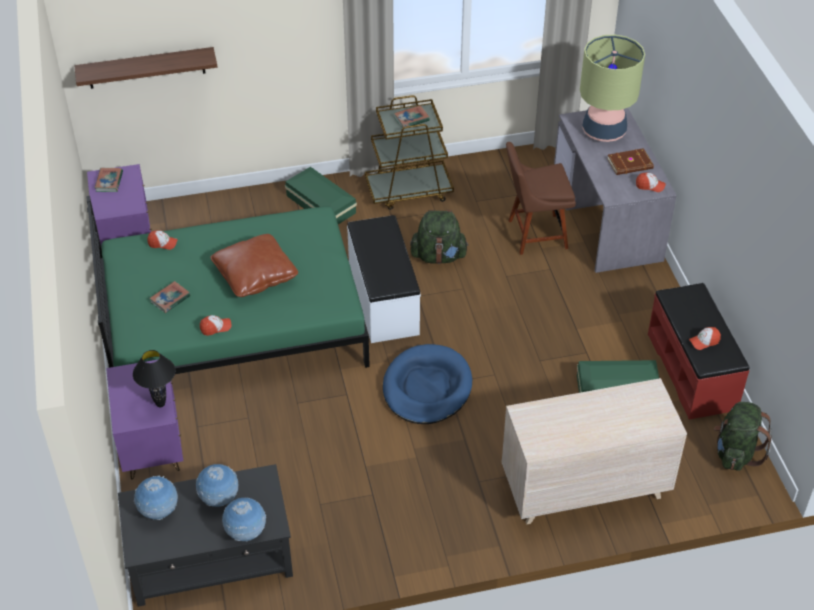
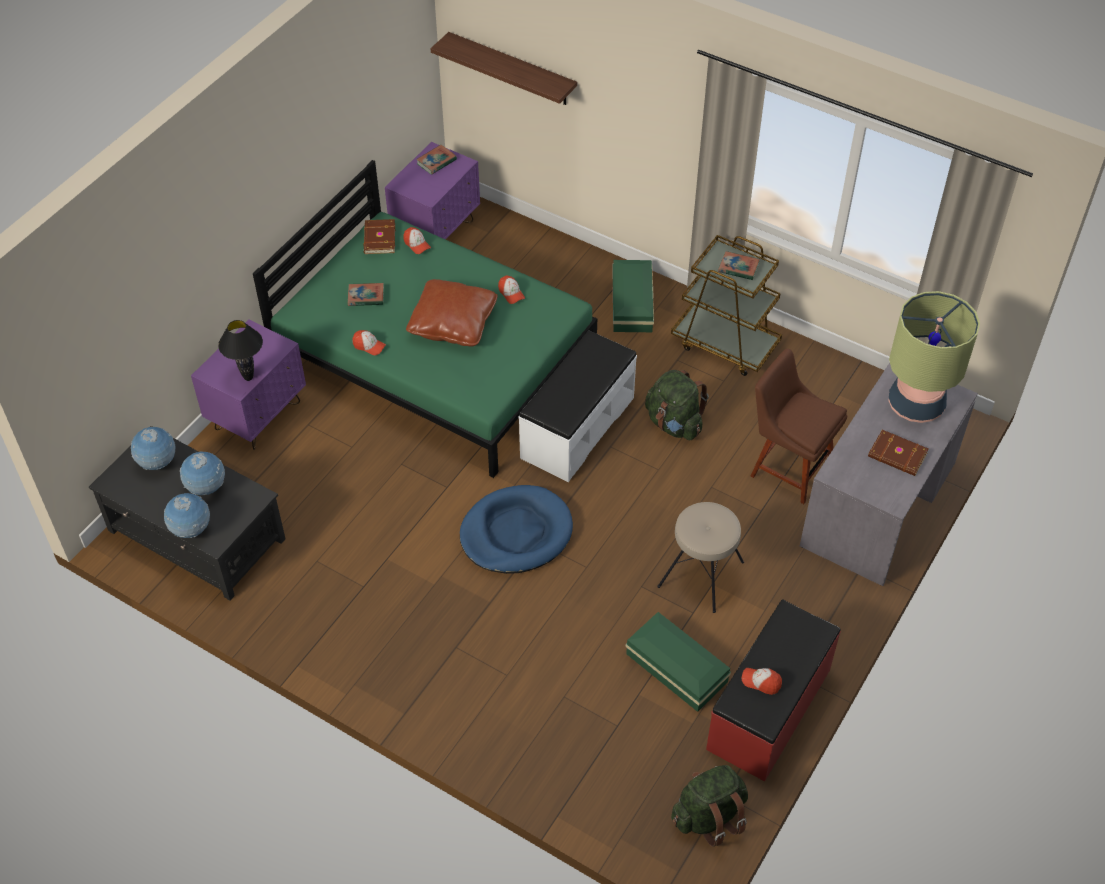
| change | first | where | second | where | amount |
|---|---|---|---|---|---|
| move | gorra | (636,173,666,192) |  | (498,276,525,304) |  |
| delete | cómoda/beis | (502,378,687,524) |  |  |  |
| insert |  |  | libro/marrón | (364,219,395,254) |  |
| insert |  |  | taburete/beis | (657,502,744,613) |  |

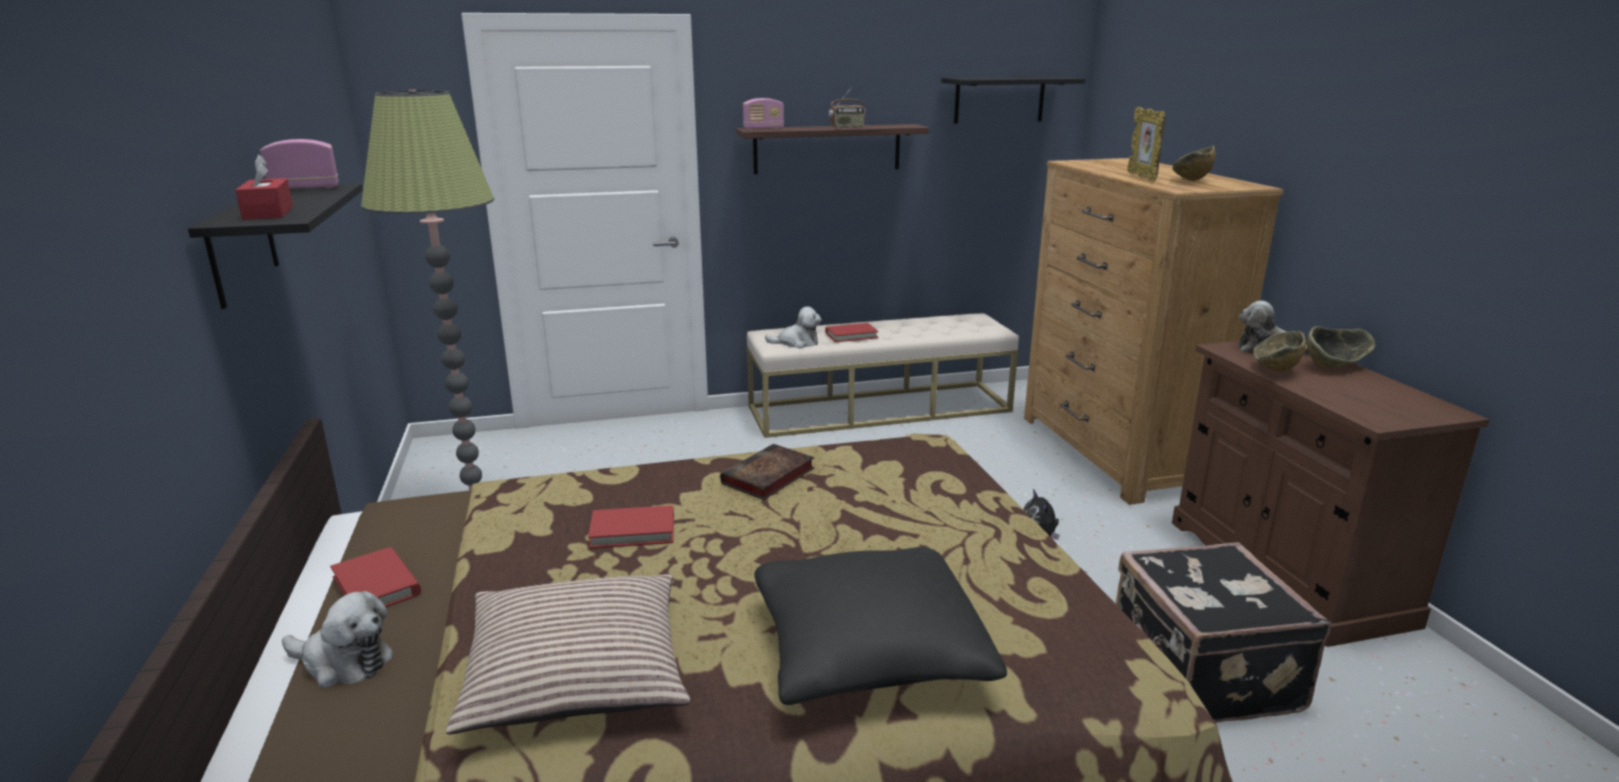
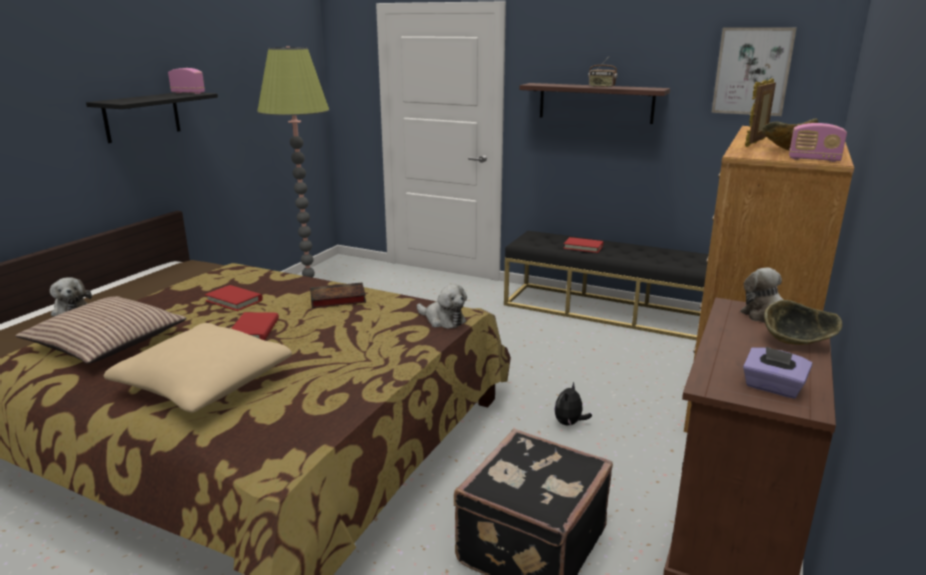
| change | first | where | second | where | amount |
|---|---|---|---|---|---|
| replace | estante/negro | (941,76,1085,123) | cuadro | (711,27,797,116) |  |
| move | radio | (743,98,784,130) |  | (789,123,847,162) |  |
| delete | caja de pañuelos/rojo | (235,155,293,220) |  |  |  |
| move | peluche | (765,306,822,349) |  | (417,284,467,329) |  |
| recolor | banco/beis | (747,313,1019,438) | banco/negro | (504,231,709,340) |  |
| delete | cuenco | (1253,331,1306,372) |  |  |  |
| move | libro/rojo | (330,547,421,607) |  | (231,312,279,340) |  |
| recolor | cojín/negro | (754,547,1007,705) | cojín/beis | (104,323,292,413) |  |
| insert |  |  | caja de pañuelos/morado | (743,347,812,399) |  |

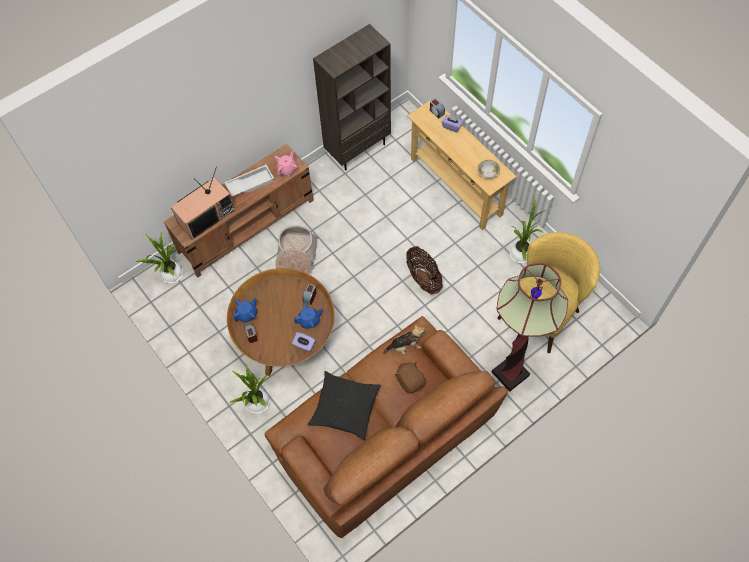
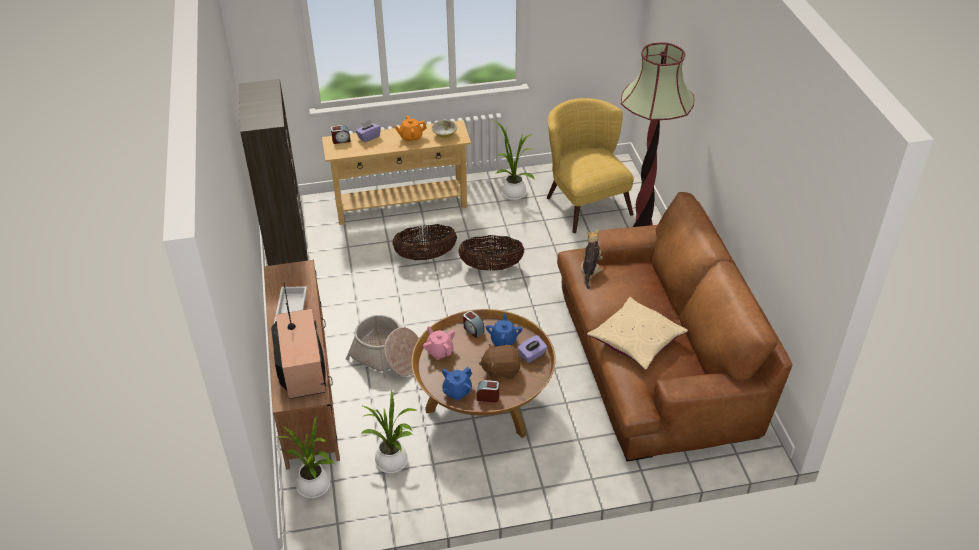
| change | first | where | second | where | amount |
|---|---|---|---|---|---|
| move | tetera/rosa | (274,151,297,176) |  | (423,326,455,360) |  |
| rotate | tetera/azul | (233,297,257,322) |  | (442,367,472,401) | 120 degrees counterclockwise |
| move | peluche/marrón | (395,362,425,394) |  | (479,344,521,380) |  |
| move | planta en maceta | (229,364,270,413) |  | (361,390,418,473) |  |
| recolor | cojín/negro | (308,371,381,440) | cojín/beis | (587,297,688,370) |  |
| insert |  |  | tetera/naranja | (394,116,427,142) |  |
| insert |  |  | cesta | (392,224,457,260) |  |

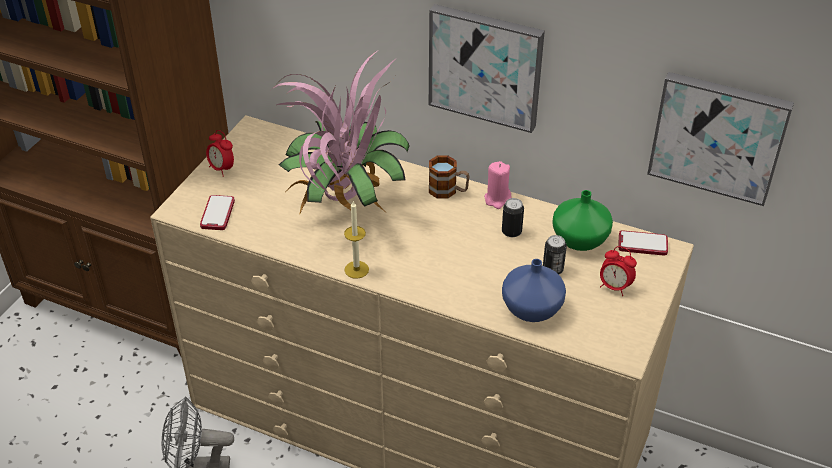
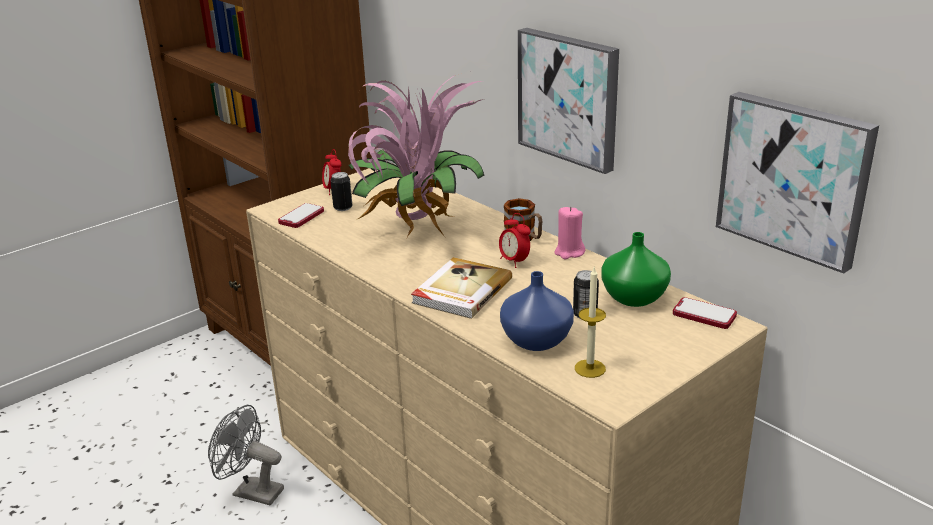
| change | first | where | second | where | amount |
|---|---|---|---|---|---|
| move | lata | (502,198,524,237) |  | (330,172,352,211) |  |
| move | vela | (344,201,369,279) |  | (575,267,606,378) |  |
| move | despertador | (600,246,637,296) |  | (499,213,531,268) |  |
| insert |  |  | libro | (411,257,512,319) |  |

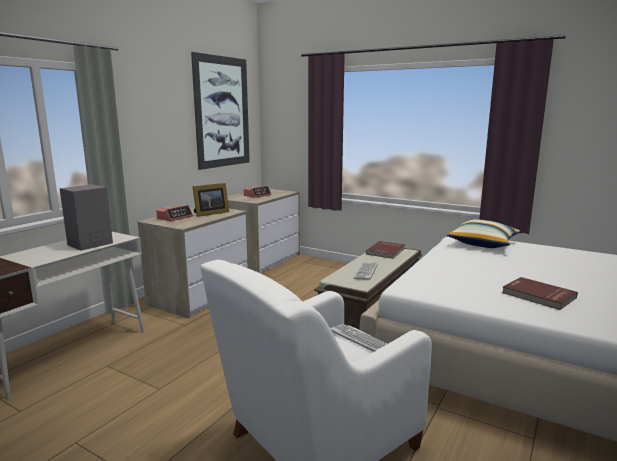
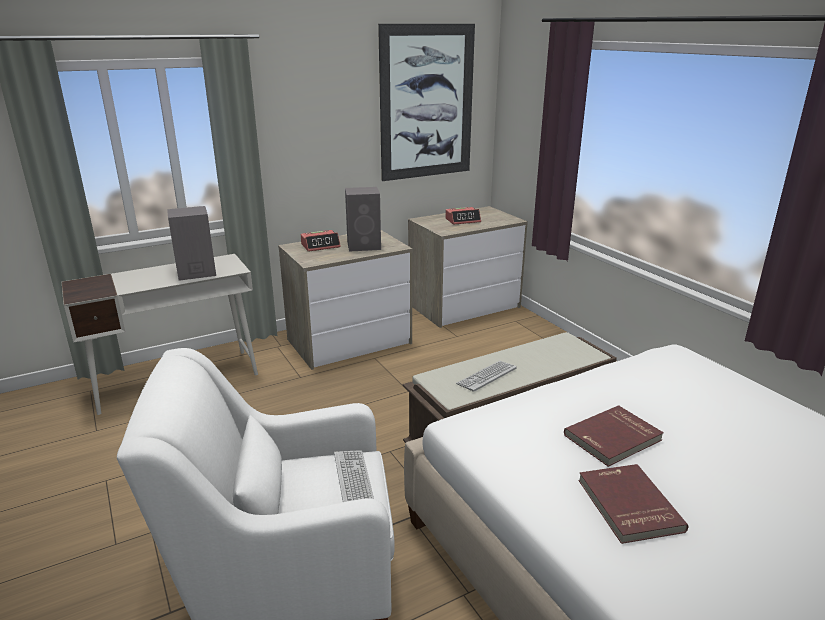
| change | first | where | second | where | amount |
|---|---|---|---|---|---|
| replace | portarretratos | (192,183,229,217) | altavoz/gris | (345,187,381,252) |  |
| delete | cojín | (447,219,520,248) |  |  |  |
| move | libro/rojo | (366,241,405,259) |  | (564,405,664,467) |  |

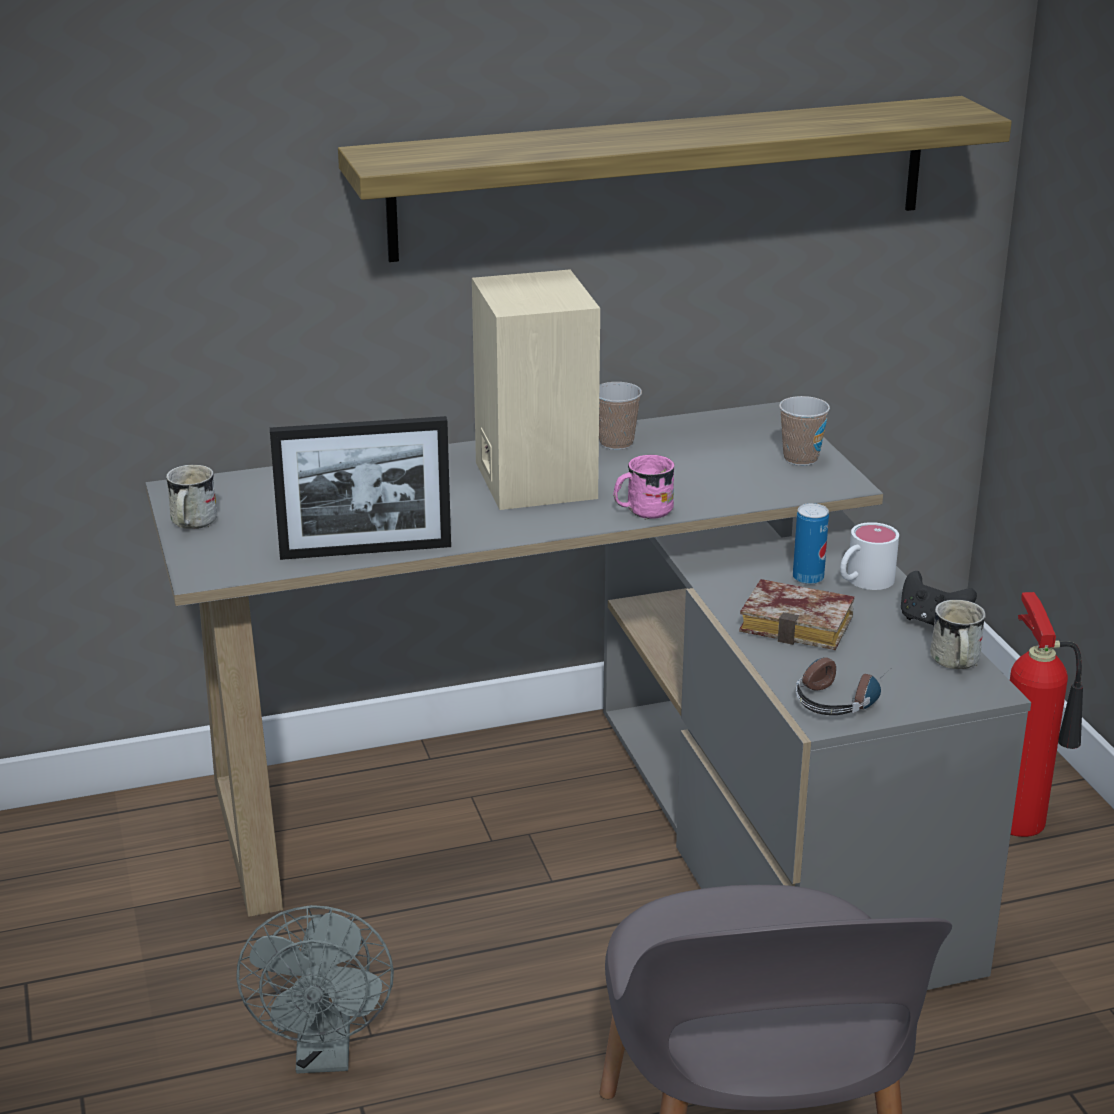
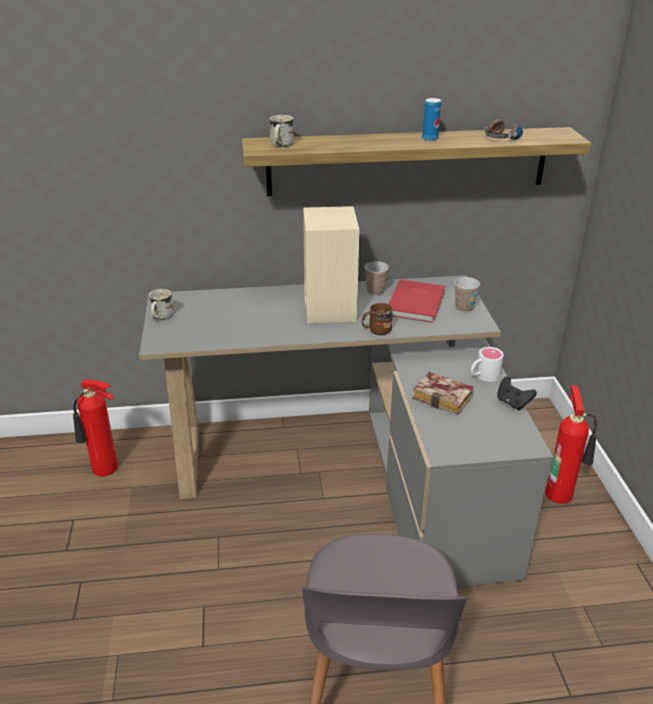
| change | first | where | second | where | amount |
|---|---|---|---|---|---|
| delete | portarretratos | (270,416,451,560) |  |  |  |
| recolor | taza grande/rosa | (613,455,675,520) | taza grande/marrón | (361,303,393,335) |  |
| move | lata | (793,503,829,585) |  | (422,98,441,141) |  |
| move | taza grande/blanco | (930,600,986,669) |  | (270,115,294,147) |  |
| move | auriculares | (795,657,889,715) |  | (484,119,523,140) |  |
| delete | ventilador/gris | (236,905,394,1073) |  |  |  |
| insert |  |  | libro/rojo | (388,280,445,323) |  |
| insert |  |  | extintor | (73,379,118,476) |  |

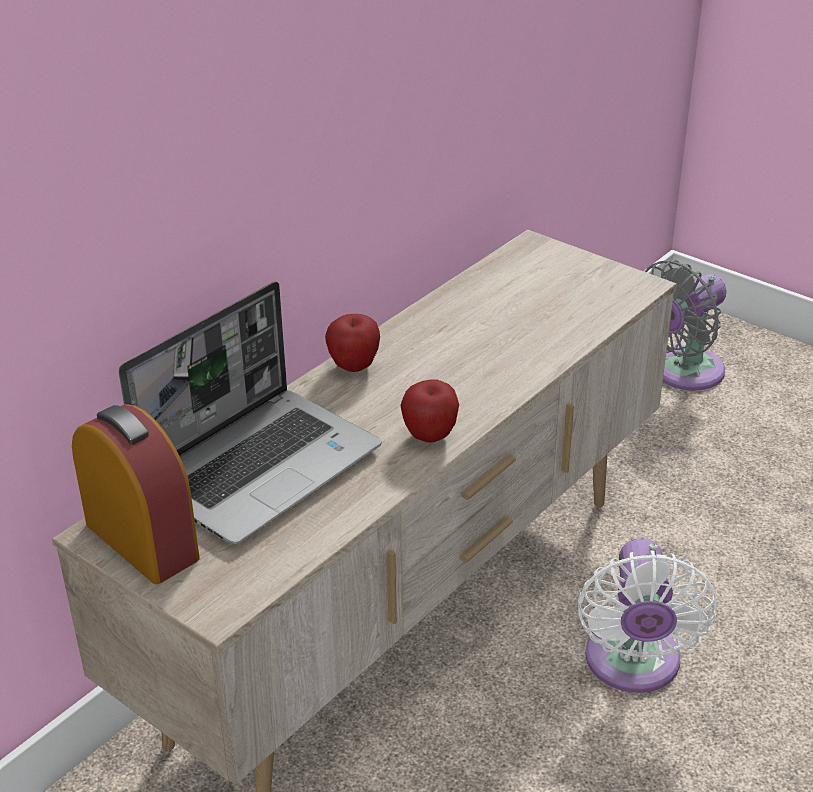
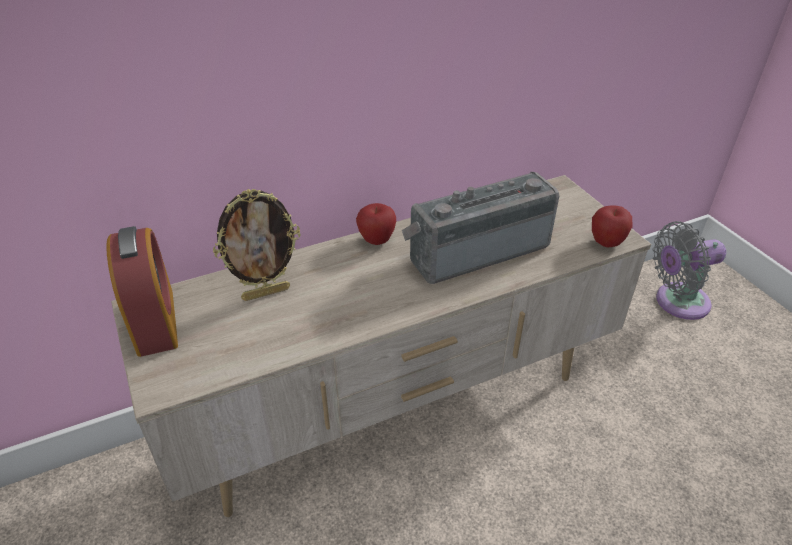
| change | first | where | second | where | amount |
|---|---|---|---|---|---|
| replace | portátil | (118,281,381,544) | portarretratos | (213,189,301,301) |  |
| move | manzana | (401,379,459,443) |  | (592,205,632,247) |  |
| delete | ventilador/blanco | (578,538,717,693) |  |  |  |
| insert |  |  | radio | (402,172,559,284) |  |

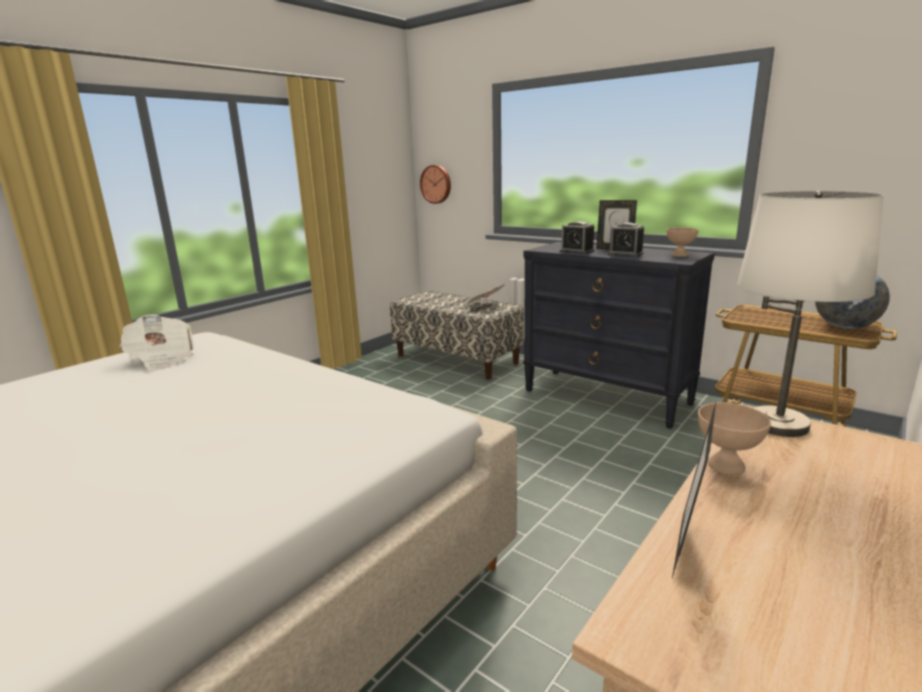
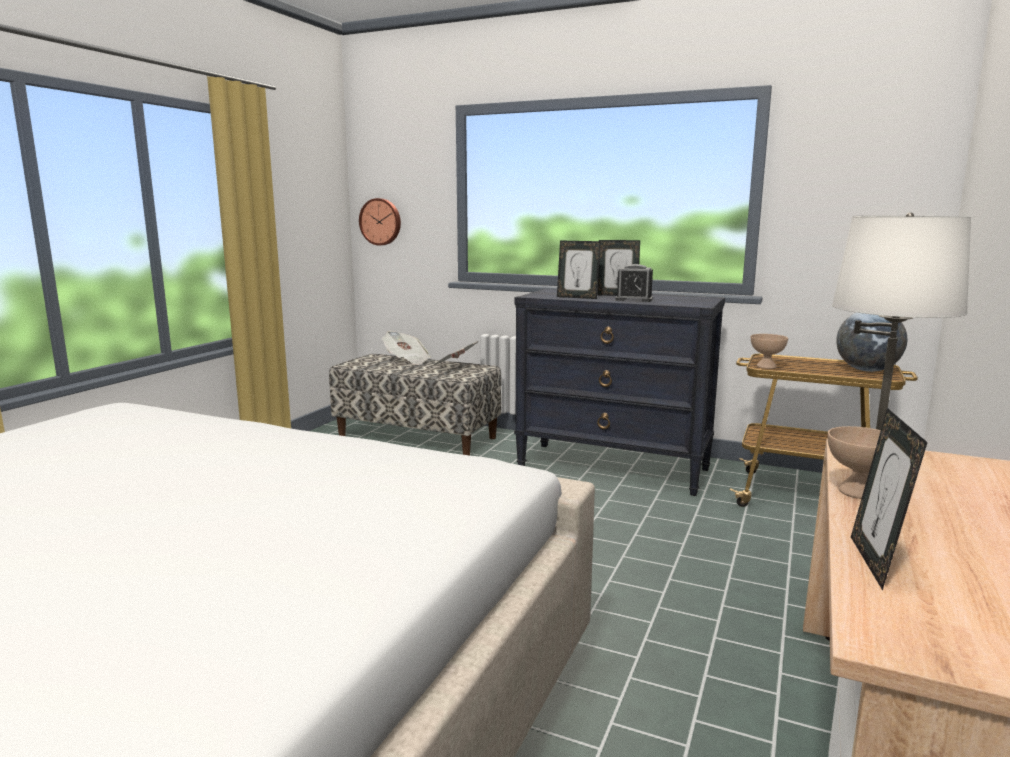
| change | first | where | second | where | amount |
|---|---|---|---|---|---|
| replace | despertador | (560,221,594,254) | portarretratos | (557,241,601,299) |  |
| move | cuenco/beis | (667,228,699,257) |  | (751,334,788,369) |  |
| move | periódico | (119,315,194,371) |  | (382,331,431,365) |  |

